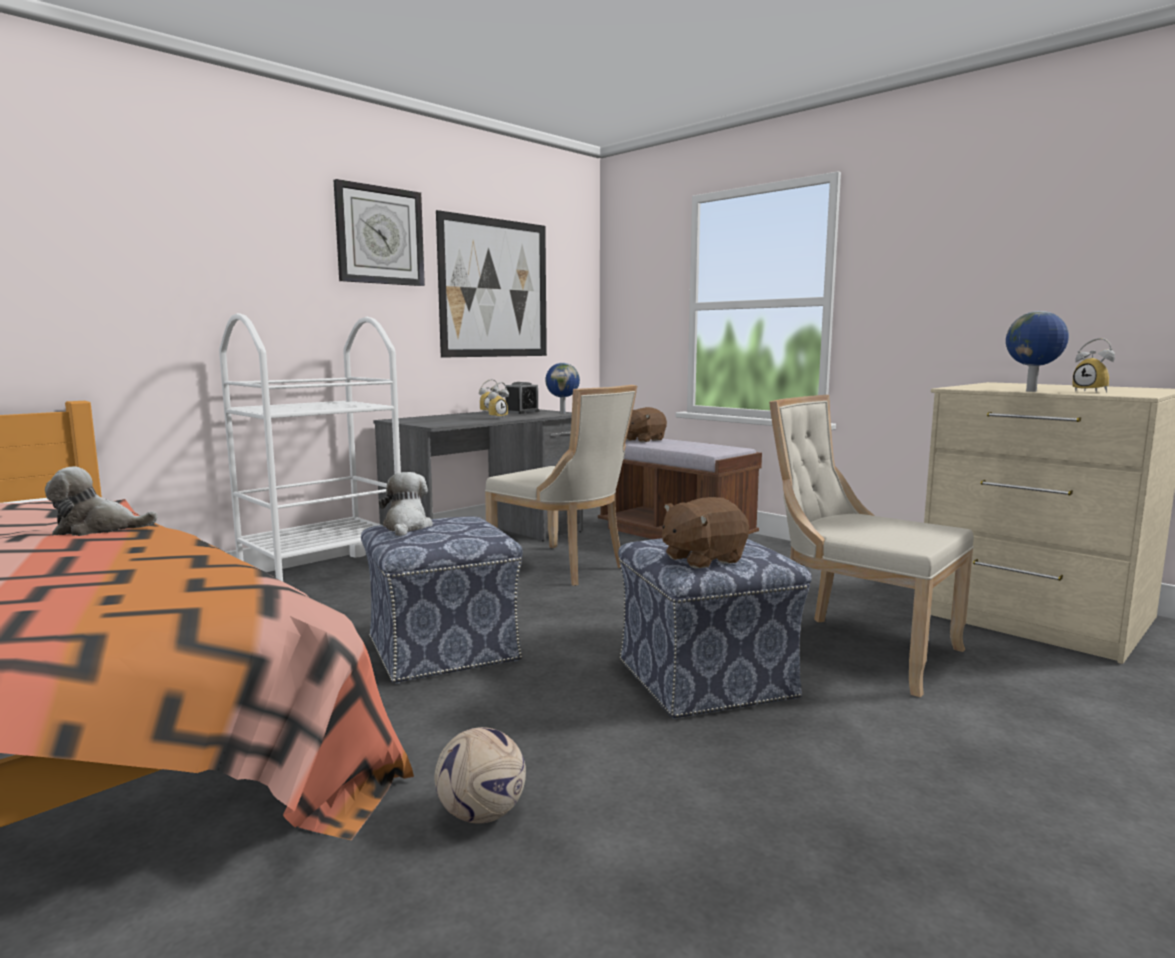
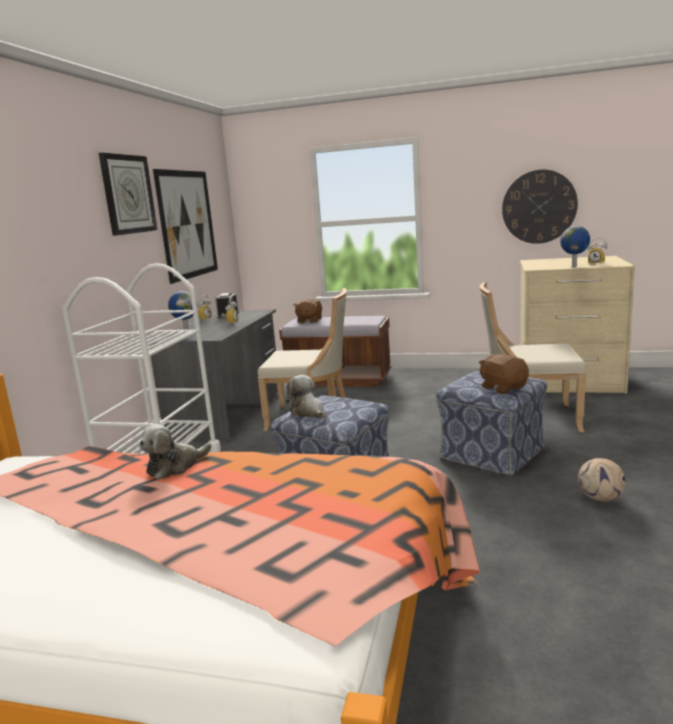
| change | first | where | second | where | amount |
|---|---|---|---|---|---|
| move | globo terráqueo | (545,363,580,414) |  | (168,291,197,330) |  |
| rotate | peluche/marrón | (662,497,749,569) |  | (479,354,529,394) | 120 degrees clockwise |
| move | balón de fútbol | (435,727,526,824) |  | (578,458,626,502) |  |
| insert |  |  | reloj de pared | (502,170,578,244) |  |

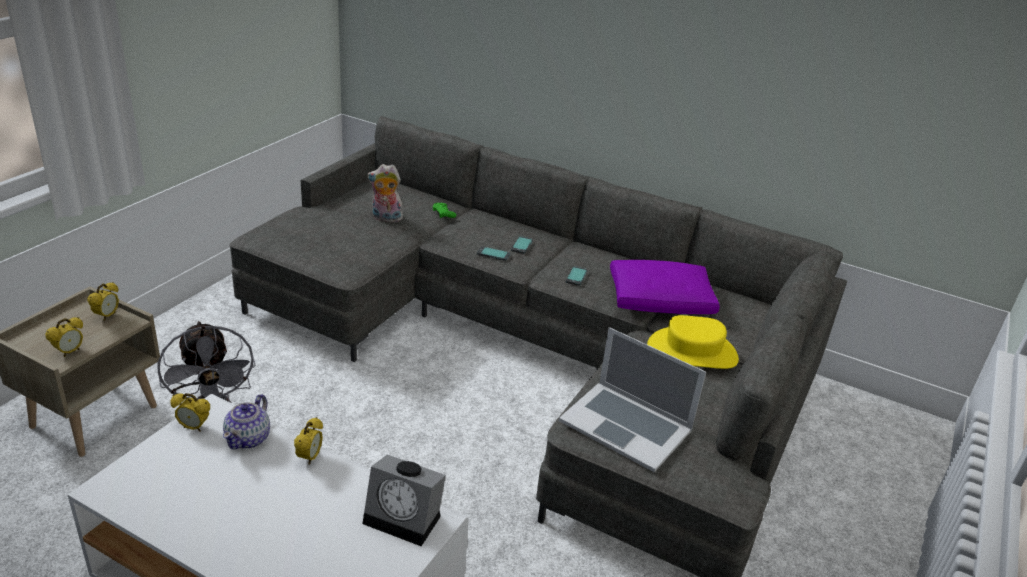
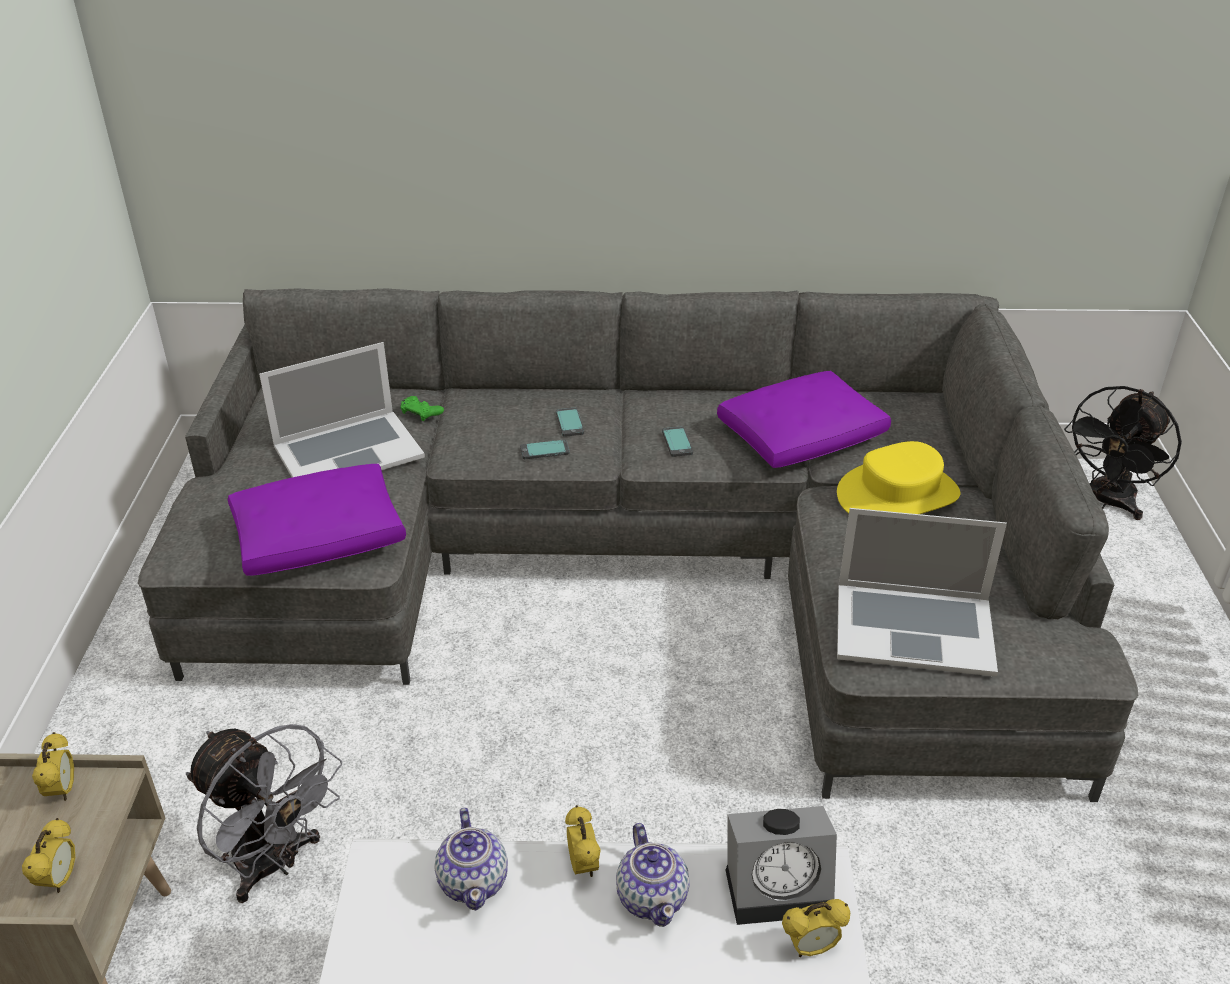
| change | first | where | second | where | amount |
|---|---|---|---|---|---|
| replace | peluche | (367,164,403,222) | portátil | (259,342,425,477) |  |
| move | despertador | (170,393,210,432) |  | (782,899,850,957) |  |
| insert |  |  | ventilador/negro | (1064,386,1182,520) |  |
| insert |  |  | cojín/morado | (228,464,406,576) |  |
| insert |  |  | tetera | (616,823,690,927) |  |

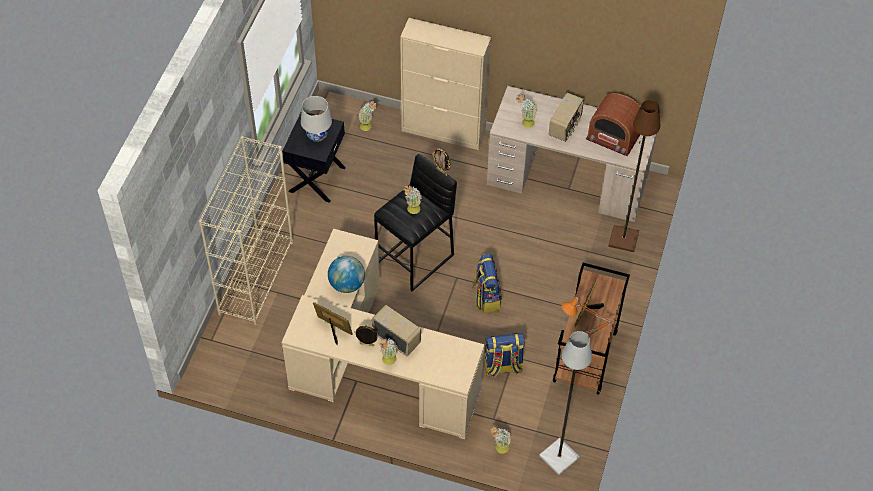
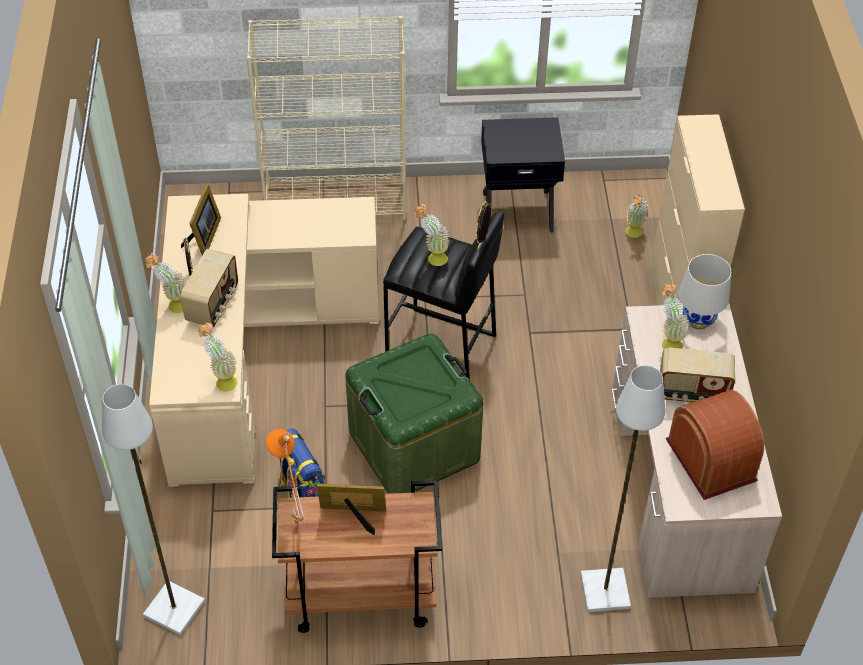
| change | first | where | second | where | amount |
|---|---|---|---|---|---|
| rotate | radio | (586,93,641,156) |  | (666,390,764,500) | 150 degrees clockwise |
| move | lámpara de mesa/blanco | (301,96,332,142) |  | (678,254,731,329) |  |
| recolor | lámpara de pie/marrón | (609,100,660,252) | lámpara de pie/gris | (580,365,665,612) |  |
| replace | mochila | (473,254,502,313) | caja de almacenaje/verde | (345,334,483,494) |  |
| delete | globo terráqueo | (328,256,365,293) |  |  |  |
| move | planta en maceta | (490,427,512,454) |  | (198,323,237,392) |  |

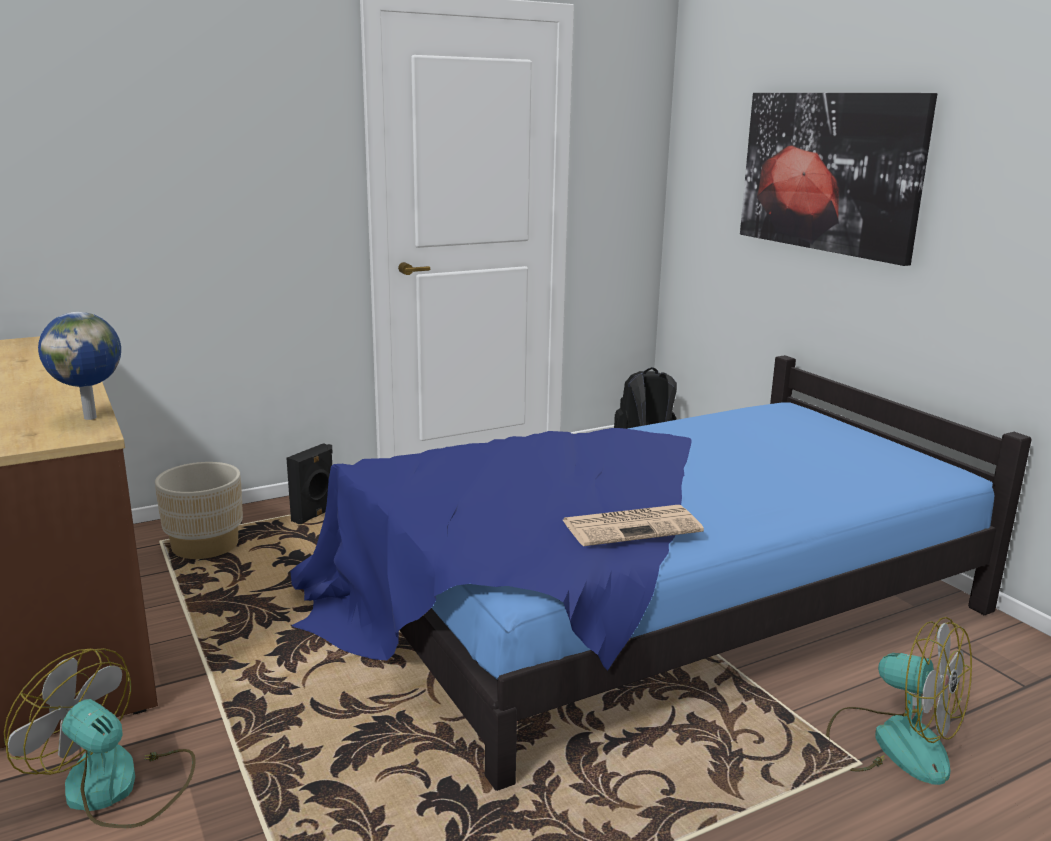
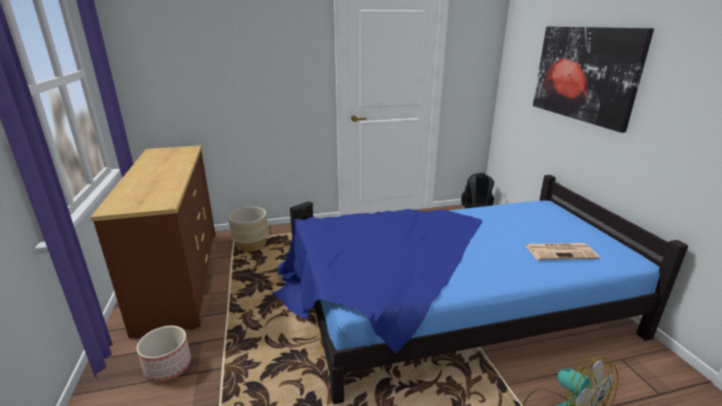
| change | first | where | second | where | amount |
|---|---|---|---|---|---|
| delete | globo terráqueo | (38,312,121,420) |  |  |  |
| move | periódico | (563,505,704,546) |  | (525,243,600,260) |  |
| replace | ventilador | (4,648,196,828) | maceta | (136,326,191,382) |  |

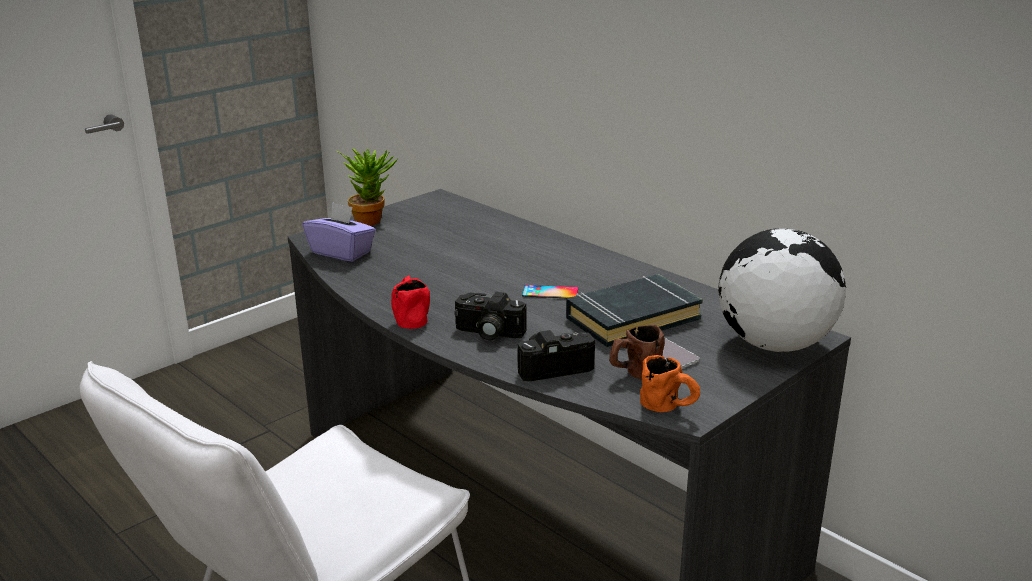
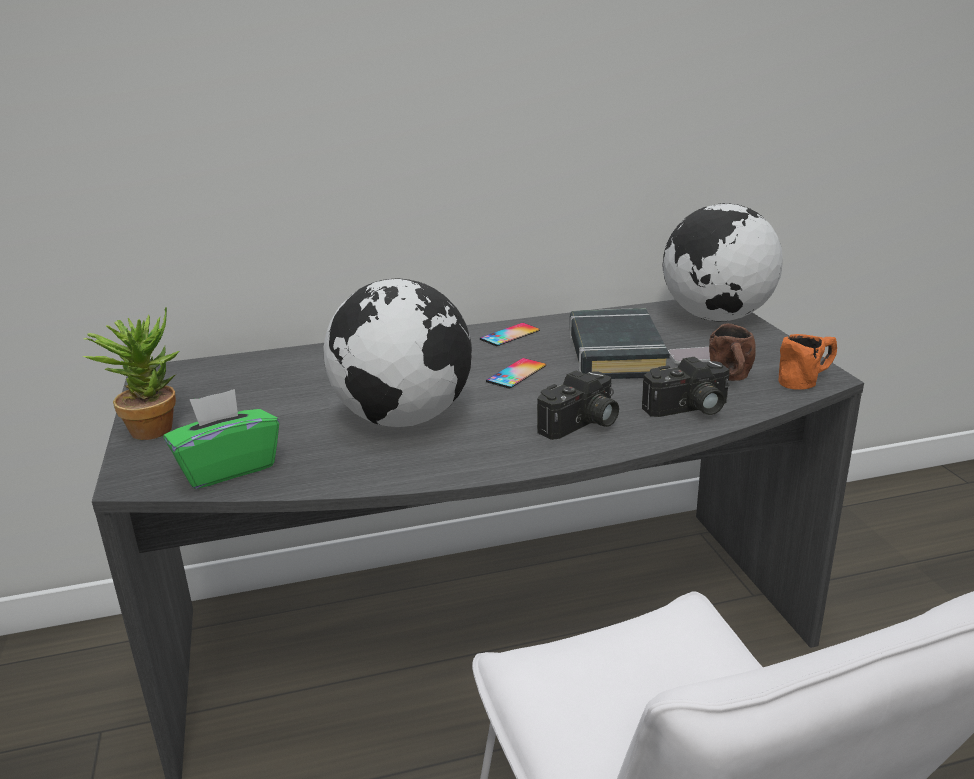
| change | first | where | second | where | amount |
|---|---|---|---|---|---|
| recolor | caja de pañuelos/morado | (302,202,376,262) | caja de pañuelos/verde | (164,389,279,489) |  |
| delete | taza grande/rojo | (391,276,430,329) |  |  |  |
| rotate | cámara | (517,330,595,381) |  | (642,357,730,417) | 120 degrees counterclockwise |
| insert |  |  | globo terráqueo | (324,278,472,427) |  |
| insert |  |  | móvil | (480,323,540,346) |  |

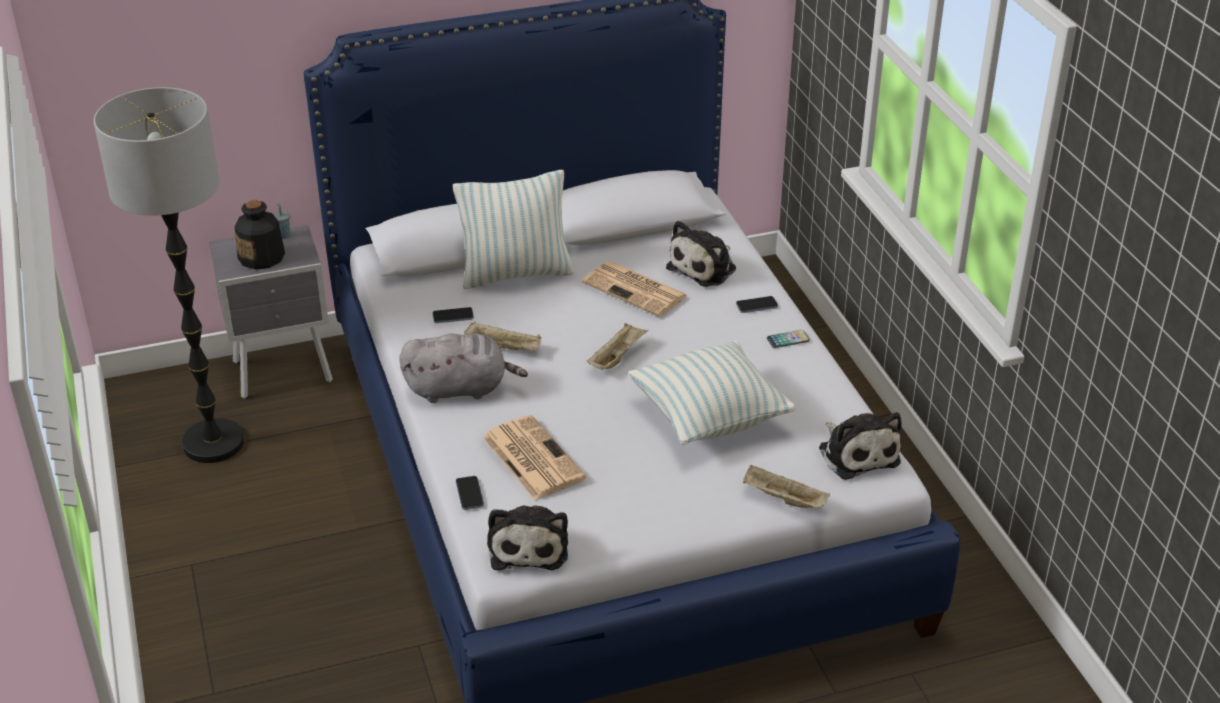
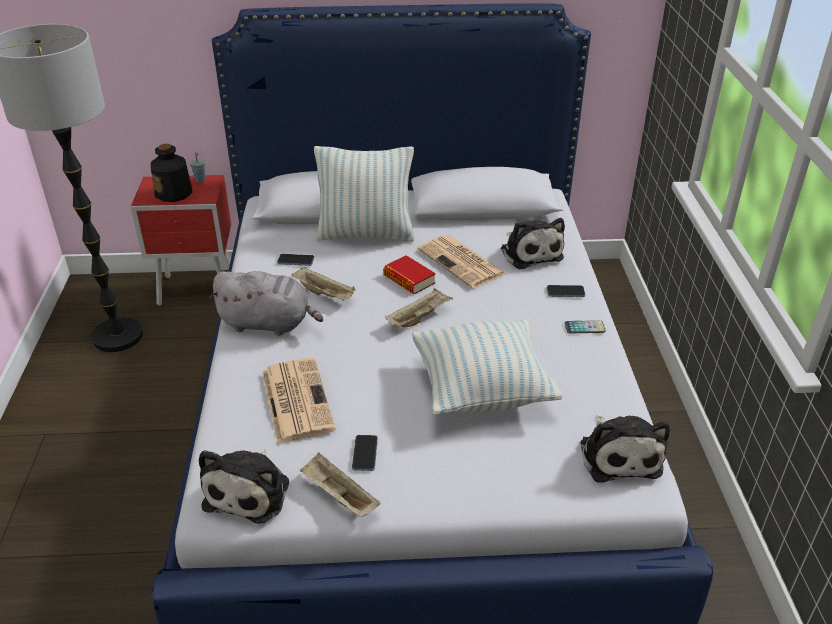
| change | first | where | second | where | amount |
|---|---|---|---|---|---|
| rotate | peluche | (666,221,736,287) |  | (501,218,565,270) | 75 degrees counterclockwise |
| recolor | mesita de noche/gris | (209,225,333,399) | mesita de noche/rojo | (131,175,231,306) |  |
| move | bandeja/beis | (743,464,830,508) |  | (300,453,381,517) |  |
| move | móvil | (456,476,484,510) |  | (352,435,378,471) |  |
| insert |  |  | libro | (383,255,436,294) |  |

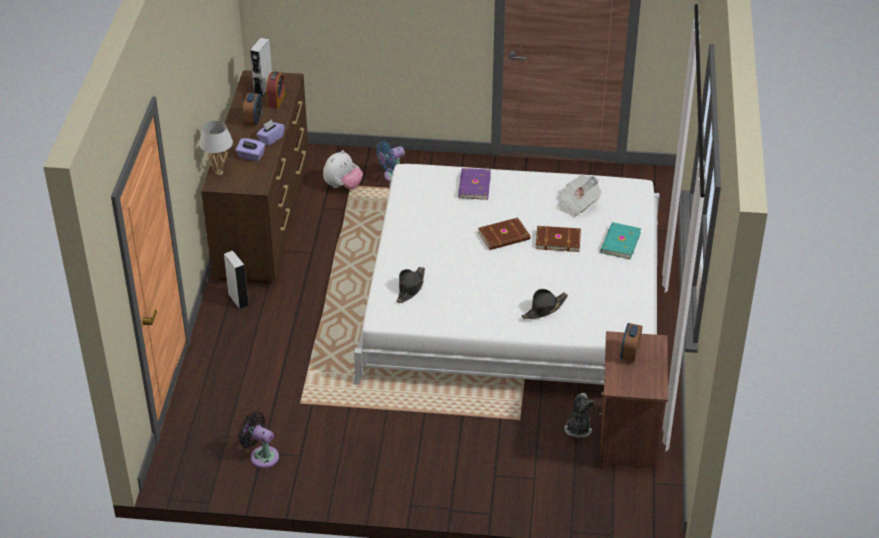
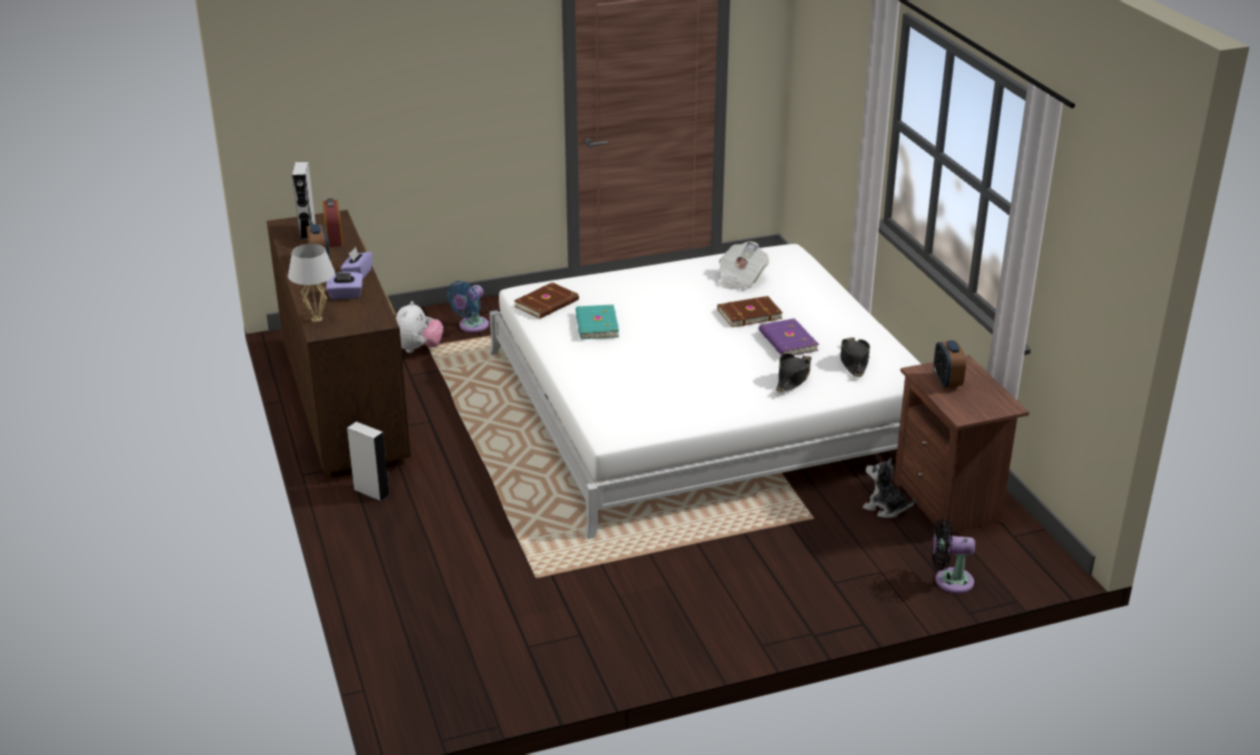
| change | first | where | second | where | amount |
|---|---|---|---|---|---|
| move | libro/morado | (458,168,491,200) |  | (759,318,819,355) |  |
| move | libro/marrón | (478,218,530,250) |  | (514,282,579,319) |  |
| move | libro/turquesa | (600,222,641,260) |  | (576,305,619,339) |  |
| move | sombrero/negro | (397,267,425,303) |  | (840,338,870,377) |  |
| rotate | peluche | (564,393,595,438) |  | (863,458,915,518) | 45 degrees counterclockwise |
| move | ventilador/negro | (238,412,279,468) |  | (932,518,975,593) |  |

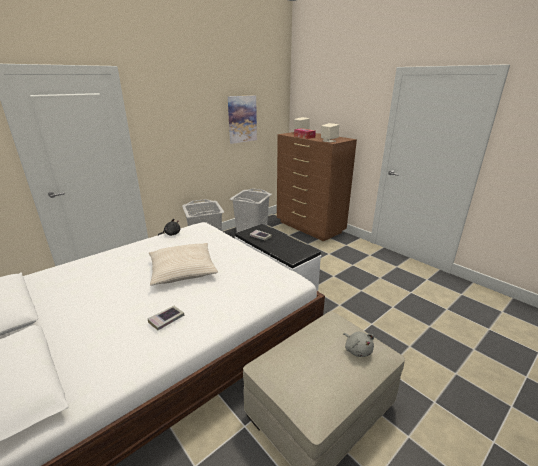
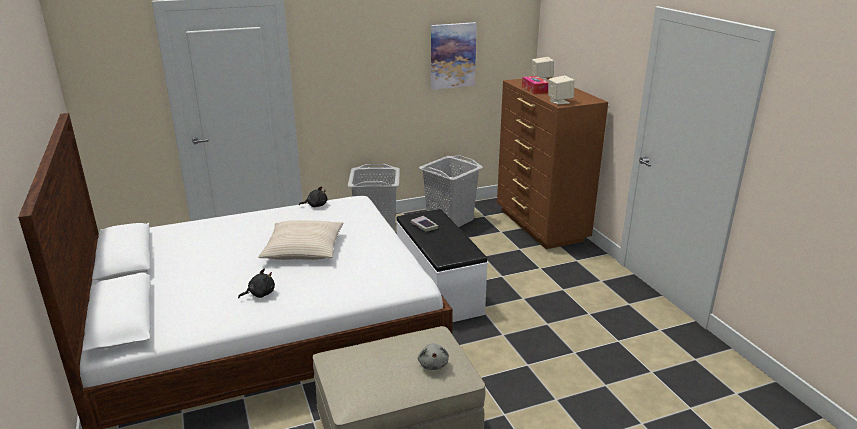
| change | first | where | second | where | amount |
|---|---|---|---|---|---|
| replace | libro | (147,306,184,330) | peluche/negro | (238,269,275,298) |  |

